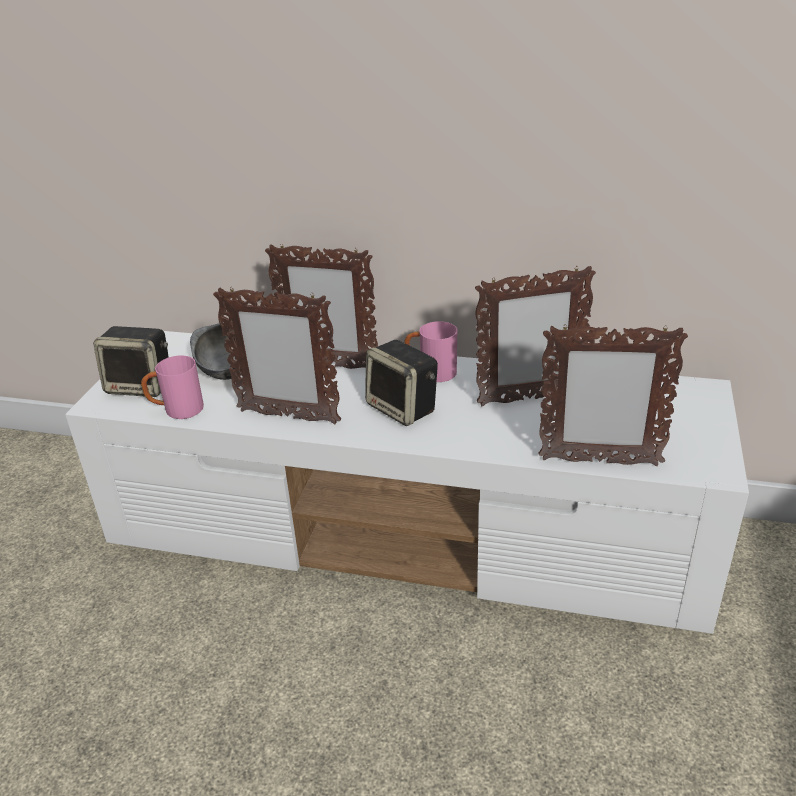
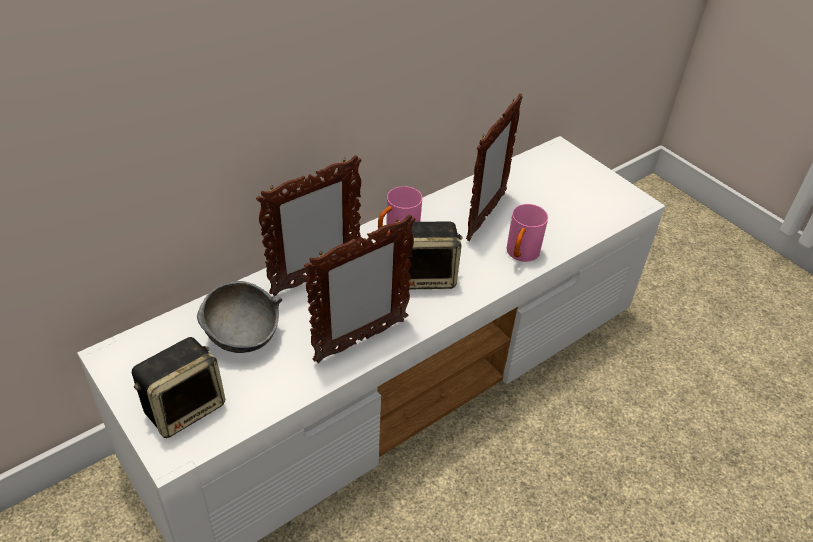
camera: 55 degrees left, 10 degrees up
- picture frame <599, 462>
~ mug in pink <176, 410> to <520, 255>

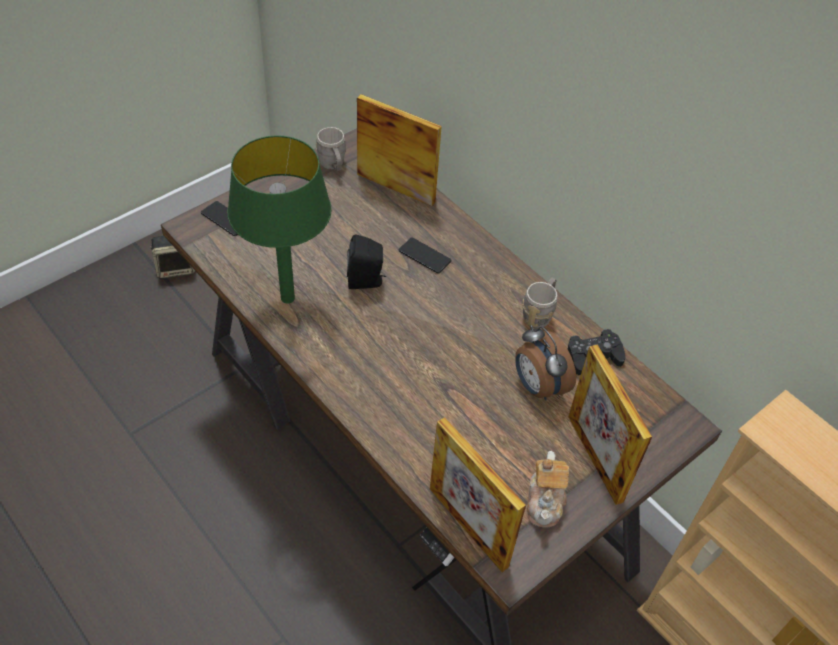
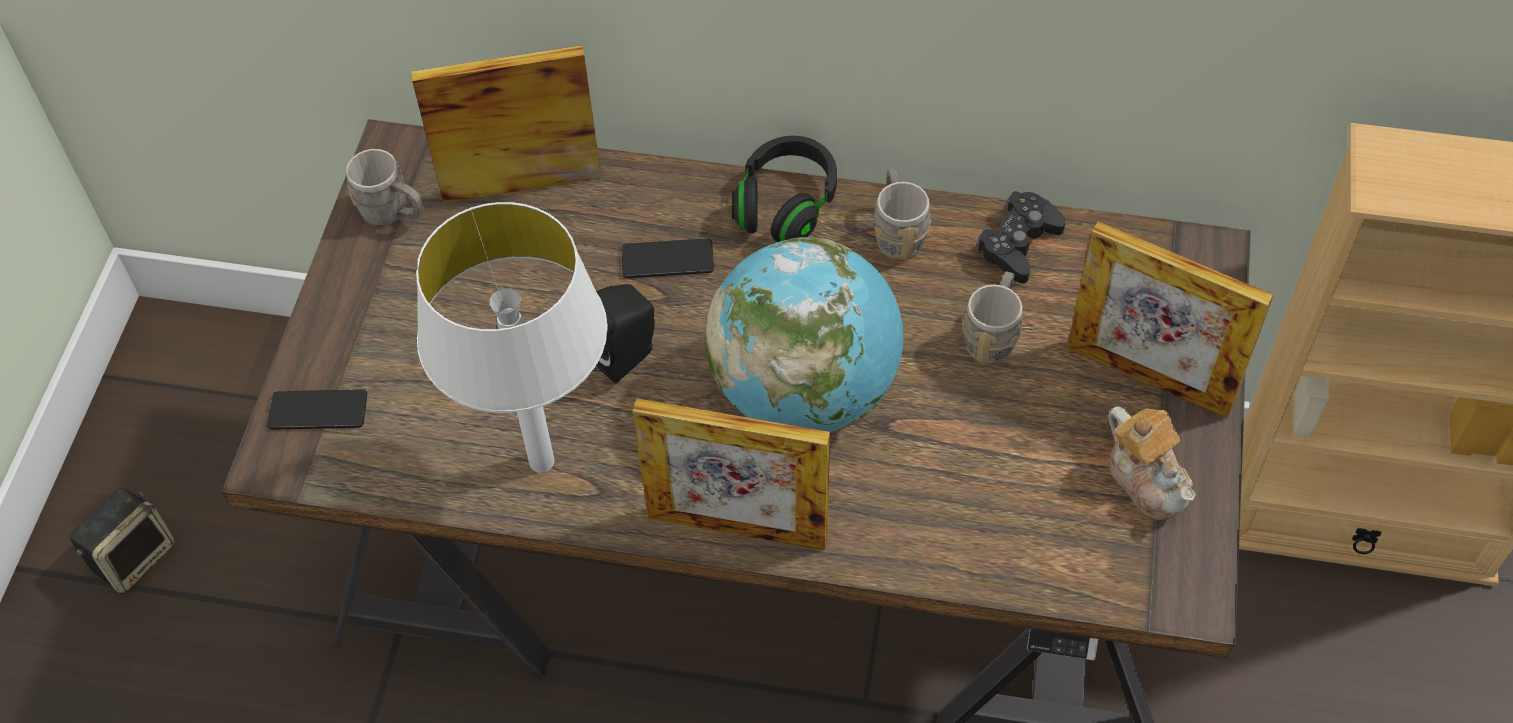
camera: 35 degrees left, 5 degrees up
+ globe <805, 391>
+ headphones in black <785, 205>
~ picture frame <468, 527> to <737, 528>
~ alarm clock <537, 386> to mug in grey <993, 335>
~ table lamp in green <288, 298> to table lamp in white <543, 461>

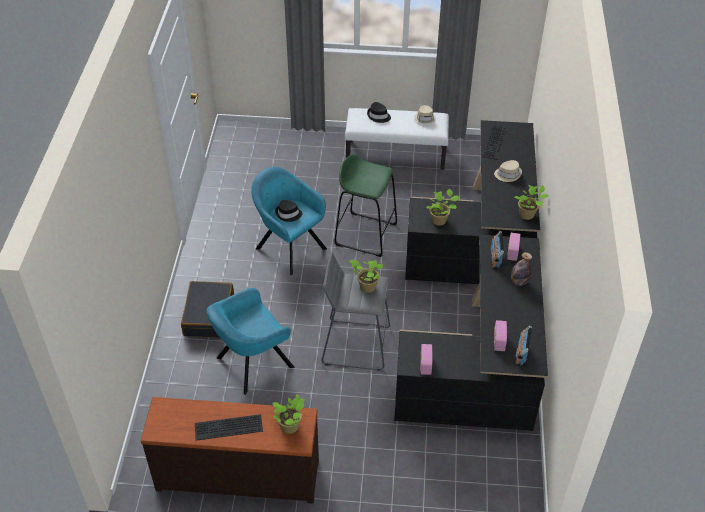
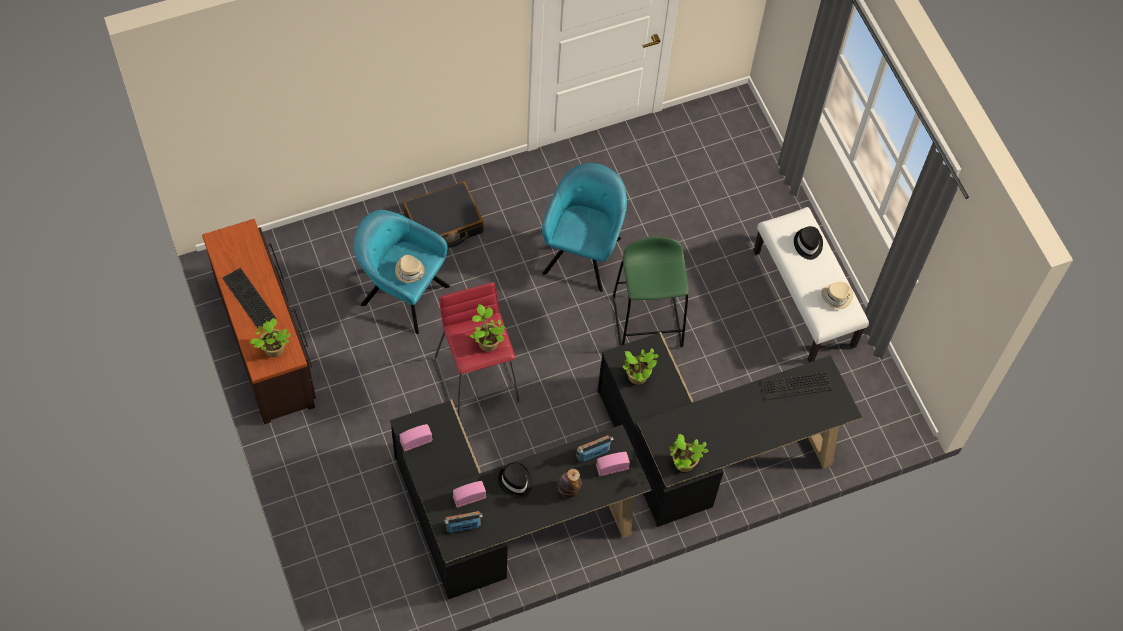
camera: 60 degrees right, 15 degrees up
~ hat in black <288, 214> to <515, 482>
~ hat in beige <508, 174> to <410, 270>
~ stool in grey <355, 344> to stool in red <478, 379>

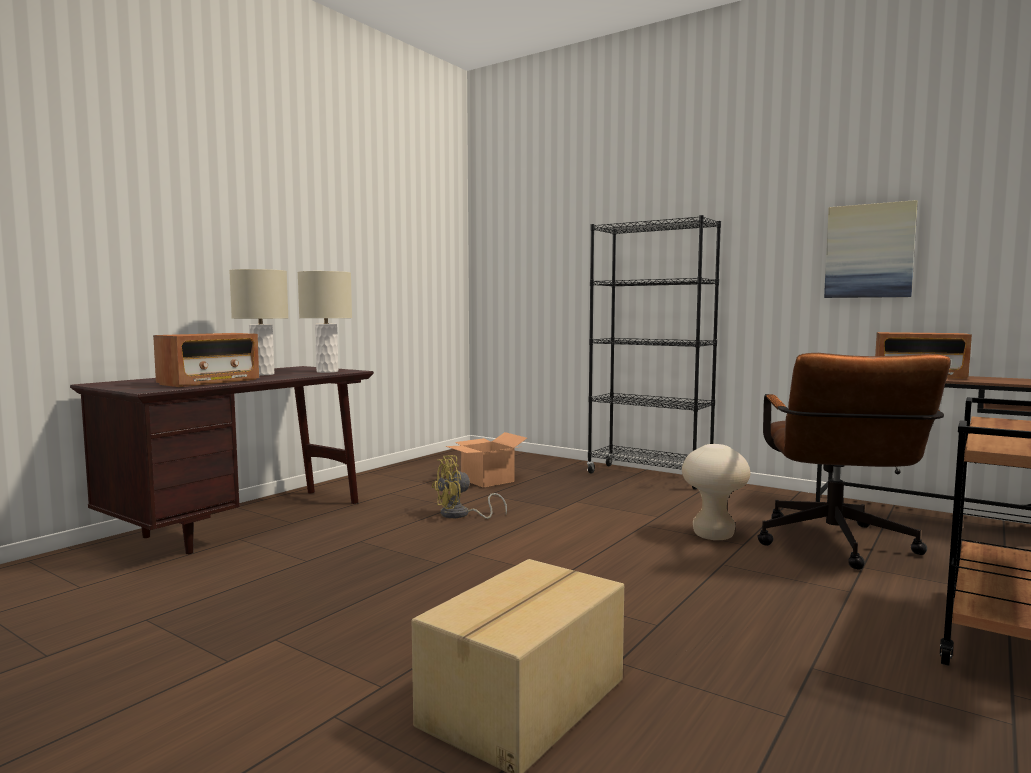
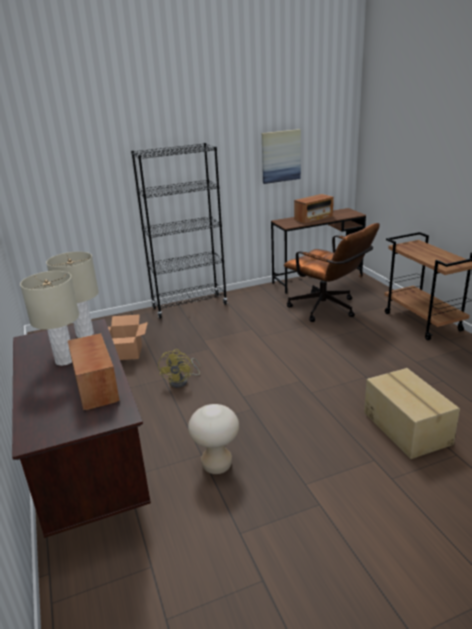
camera: 55 degrees left, 20 degrees up
~ stool in beige <713, 535> to <217, 465>

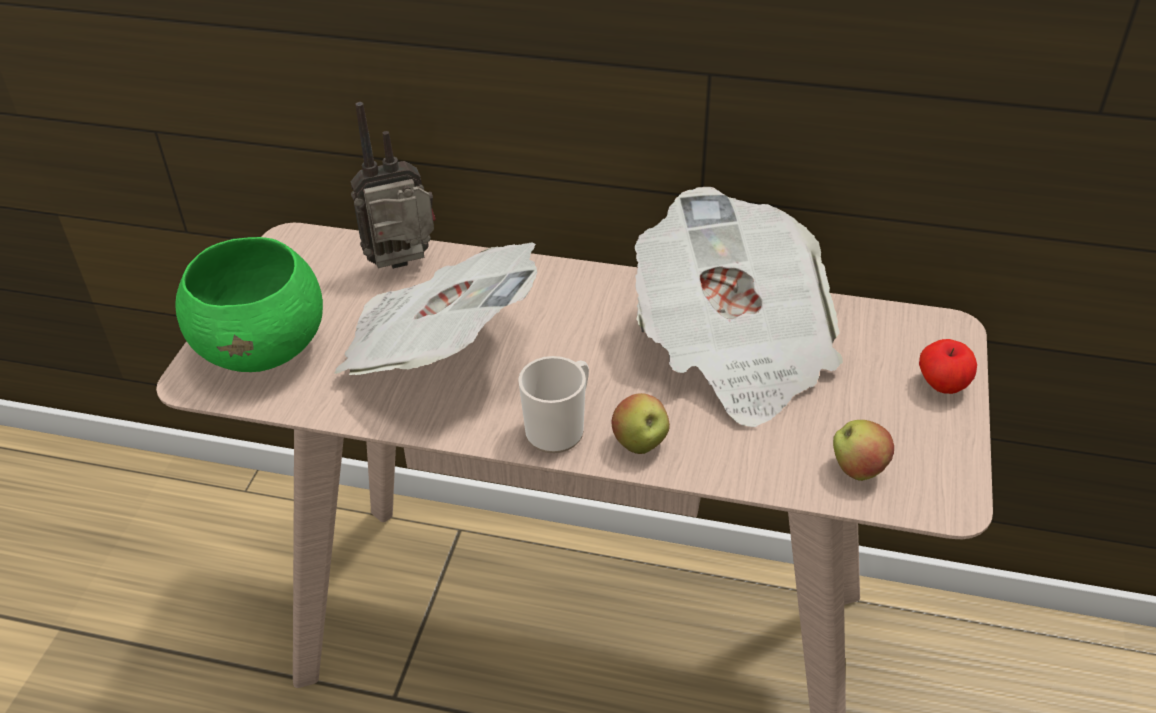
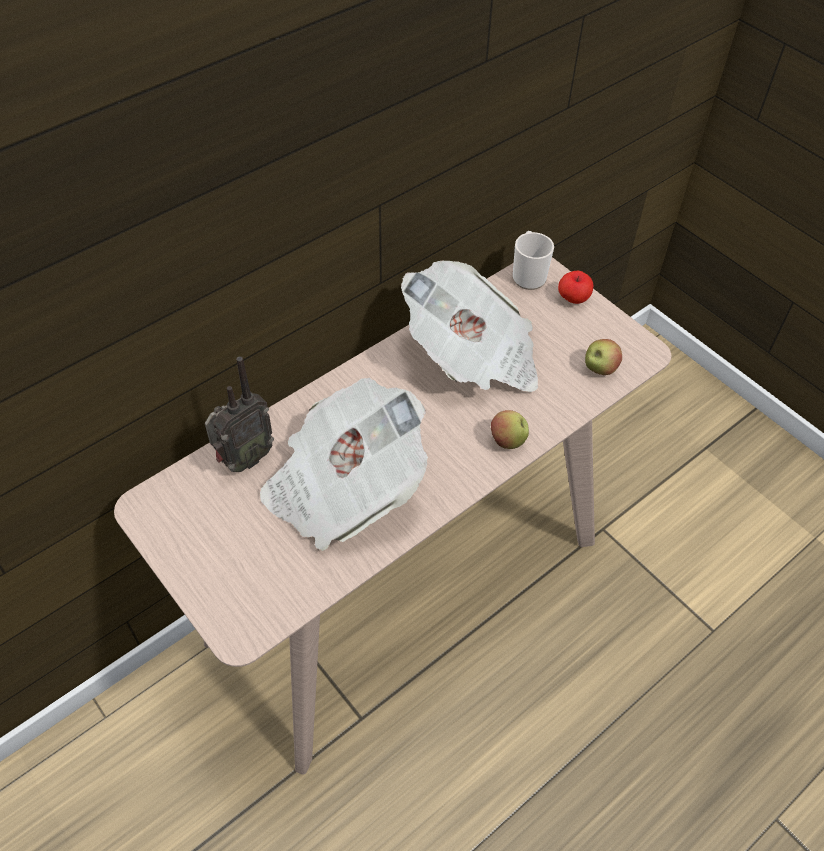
camera: 55 degrees left, 10 degrees up
- bowl in green <264, 347>
~ mug <559, 428> to <528, 275>
~ radio <405, 267> = <243, 460> 150 degrees counterclockwise

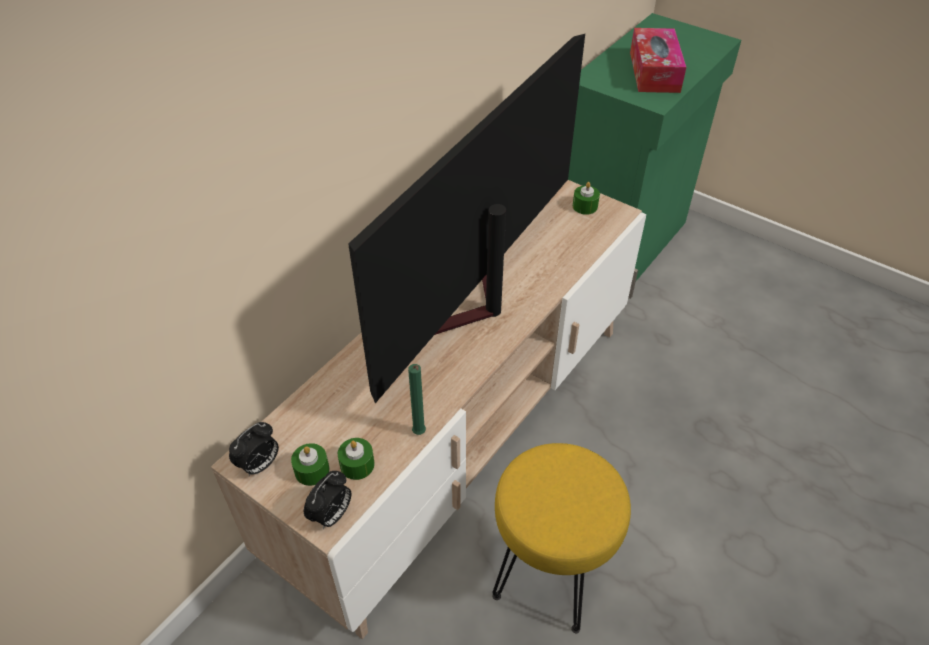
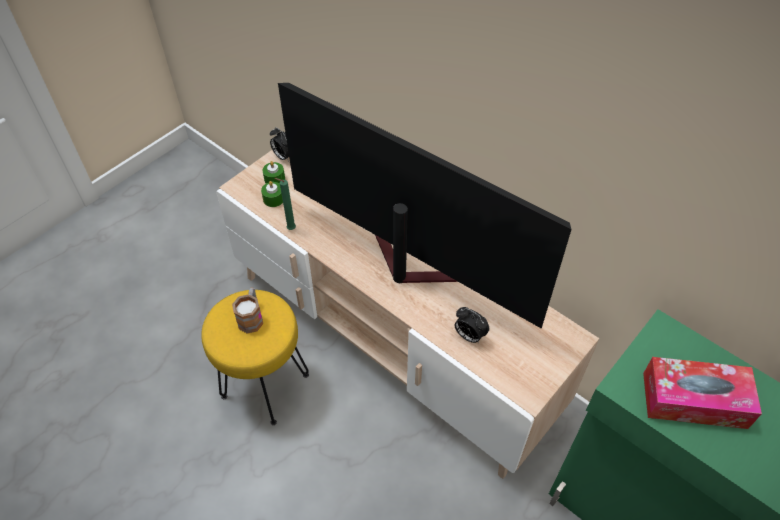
camera: 95 degrees right, 5 degrees up
- candle in green <585, 206>
+ mug <251, 317>
~ alarm clock <331, 515> to <469, 336>

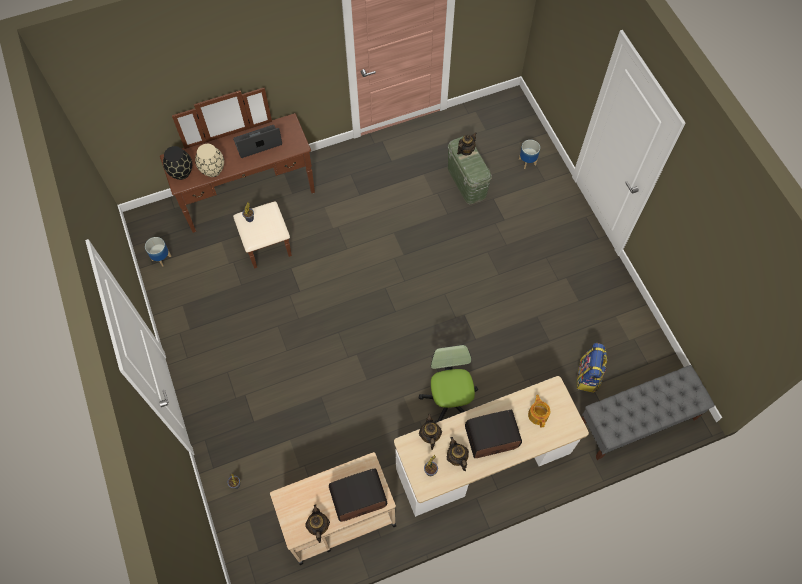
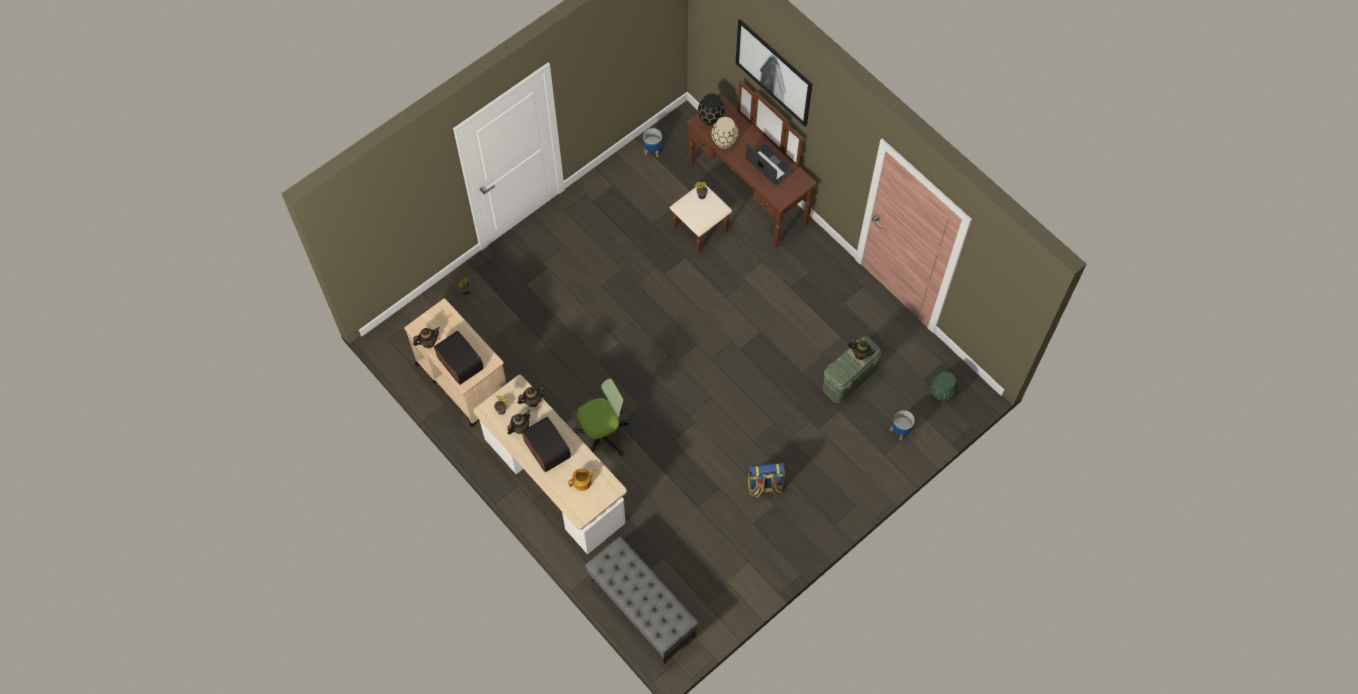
camera: 70 degrees right, 0 degrees up
+ picture <773, 72>
+ vase in green <941, 393>
~ backpack <588, 376> to <764, 486>

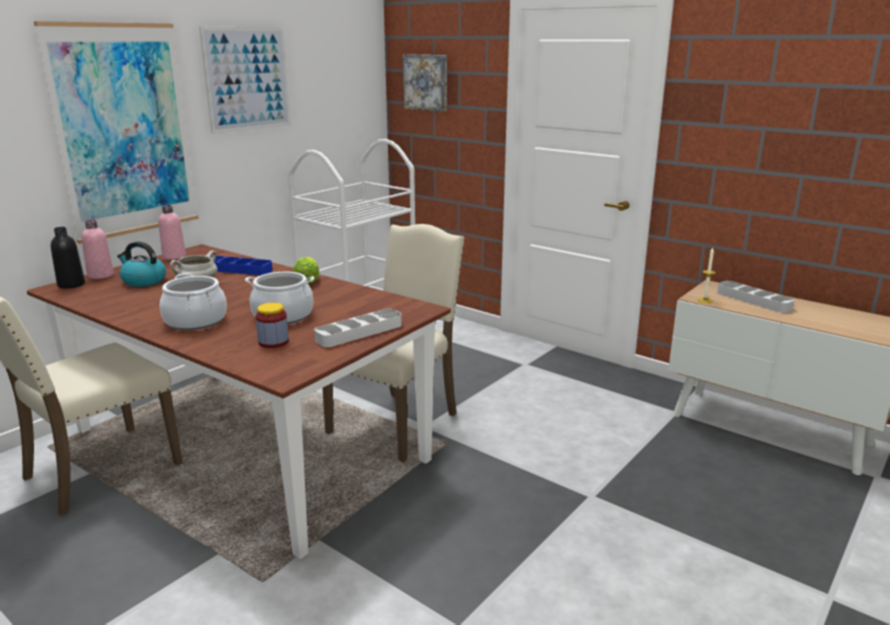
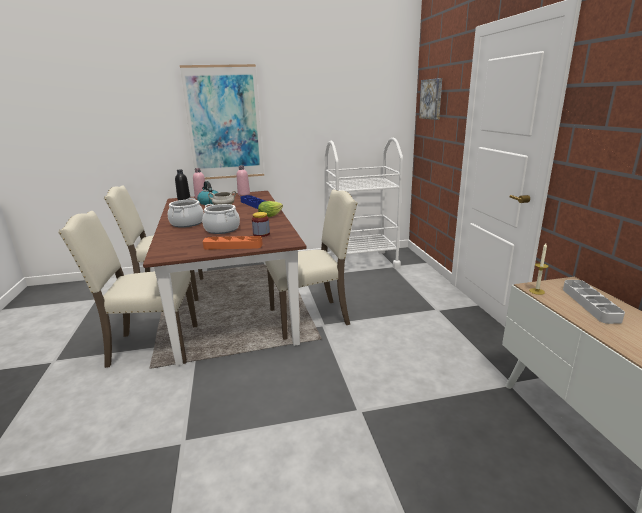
camera: 40 degrees right, 0 degrees up
- picture <247, 79>
+ chair in beige <151, 347>
~ jar <273, 342> to <261, 234>
~ tray in grey <359, 332> to tray in orange <233, 246>

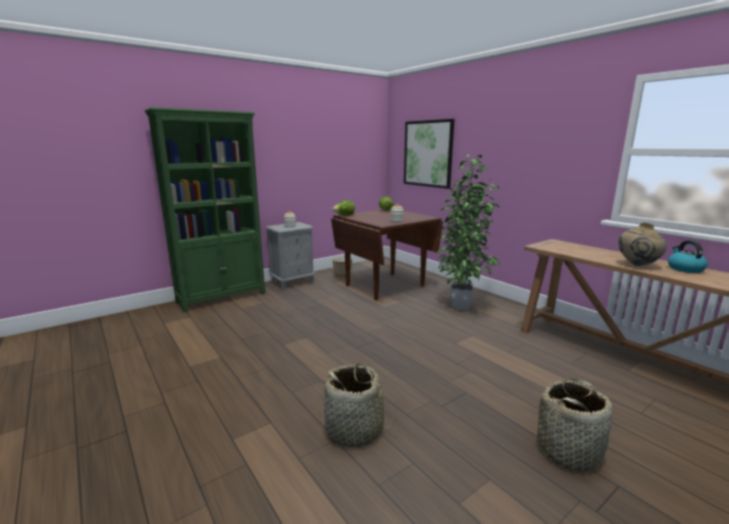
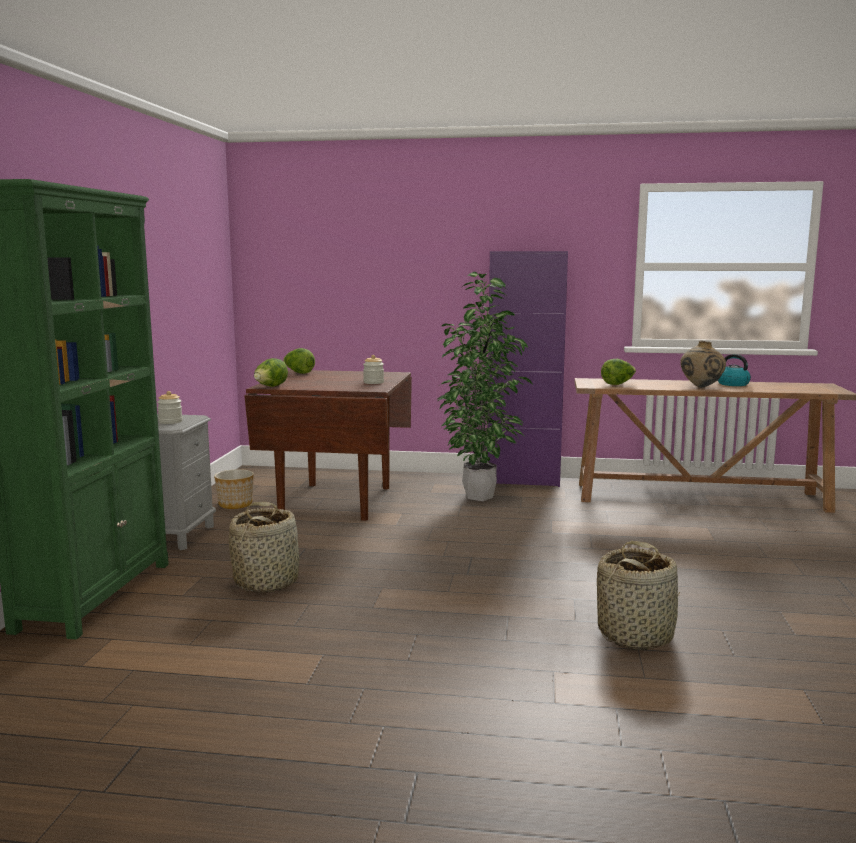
camera: 45 degrees left, 5 degrees down
- picture <428, 153>
+ cabinet in purple <523, 481>
+ lettuce <618, 384>
~ basket <569, 450> to <267, 581>

